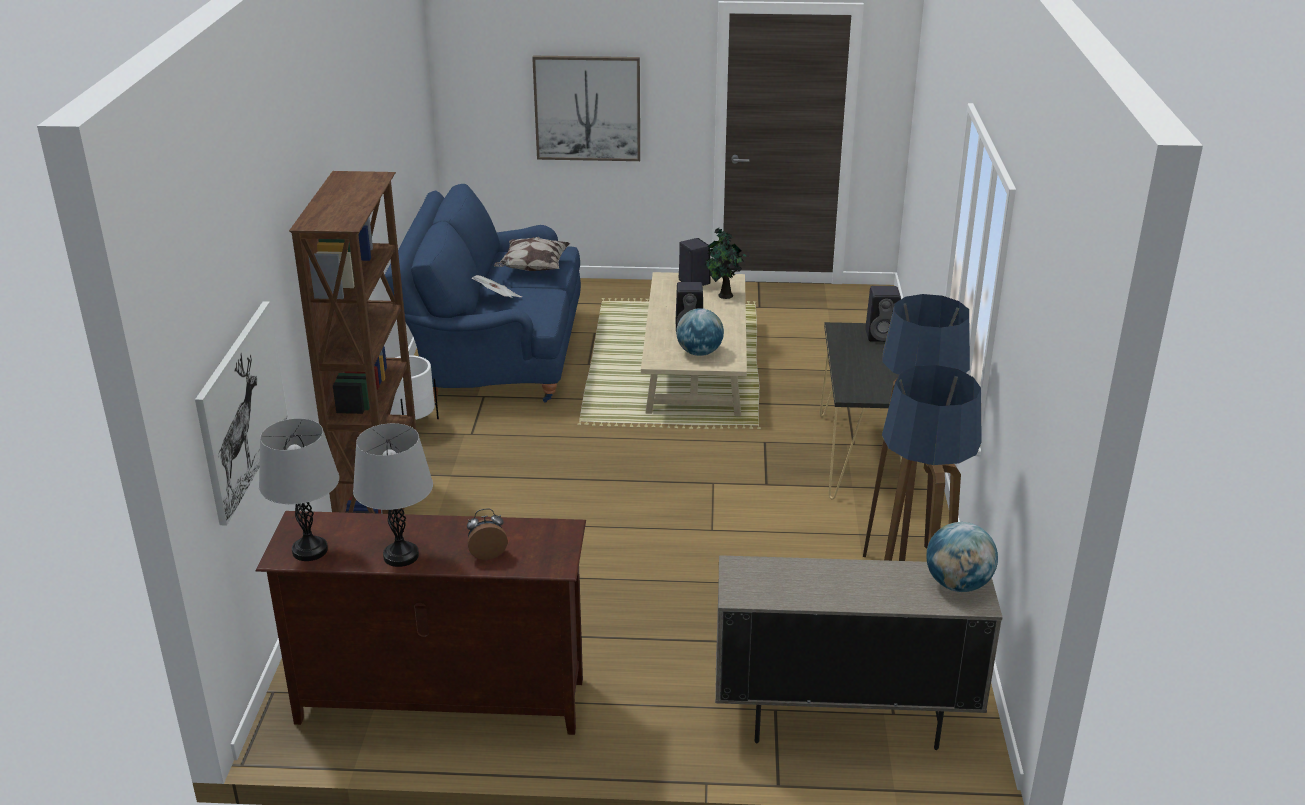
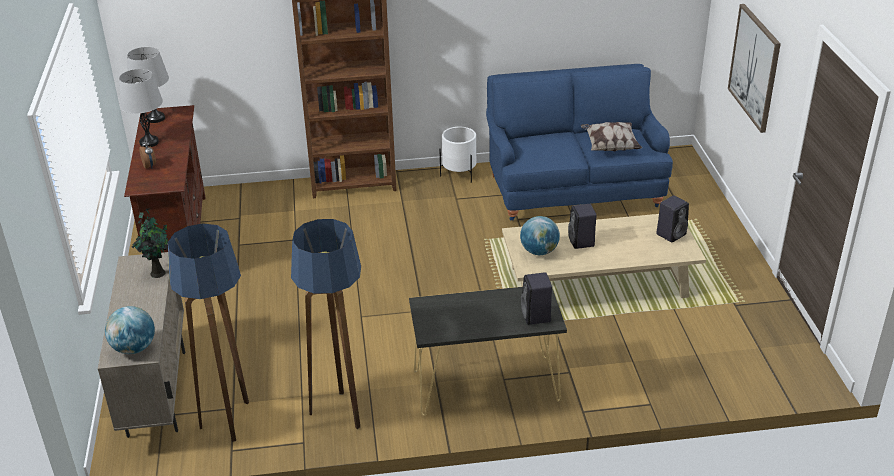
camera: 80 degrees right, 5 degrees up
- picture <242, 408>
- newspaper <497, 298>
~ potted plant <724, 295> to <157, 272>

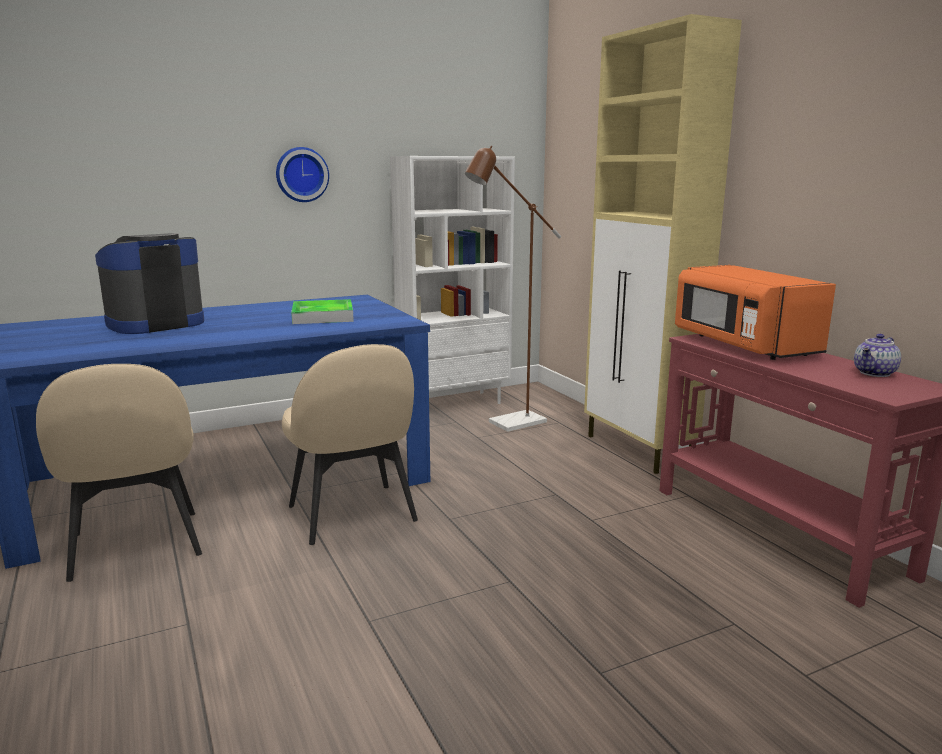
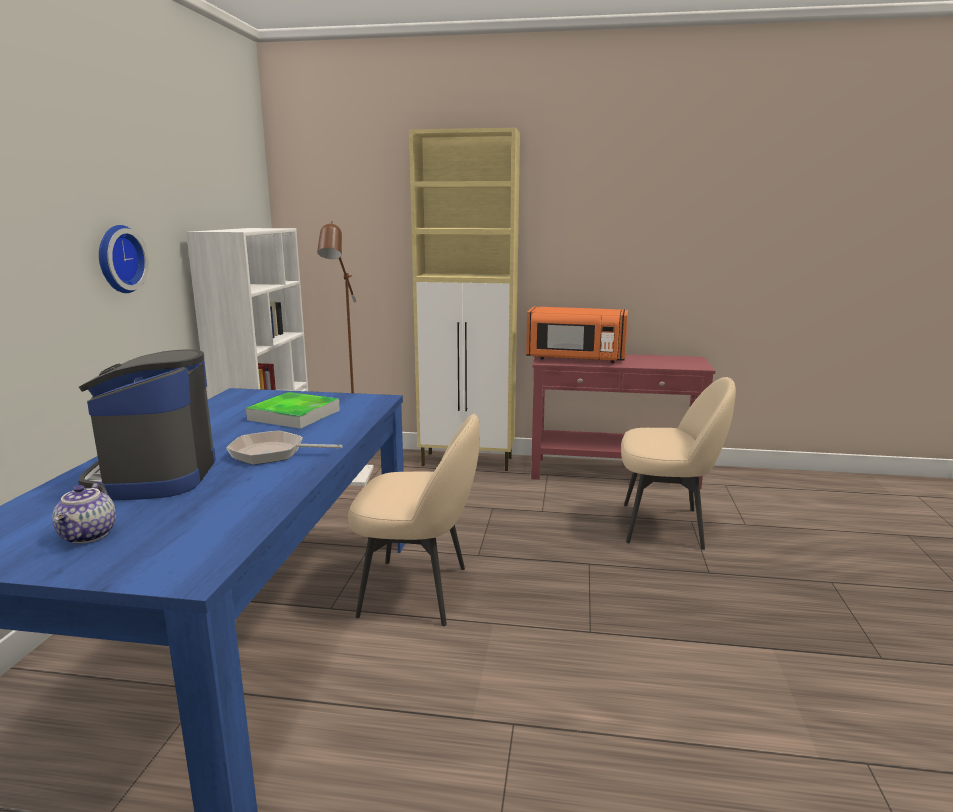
camera: 55 degrees left, 0 degrees up
+ frying pan <272, 453>
~ chair in beige <136, 547> to <665, 526>
~ teapot <875, 373> to <89, 535>

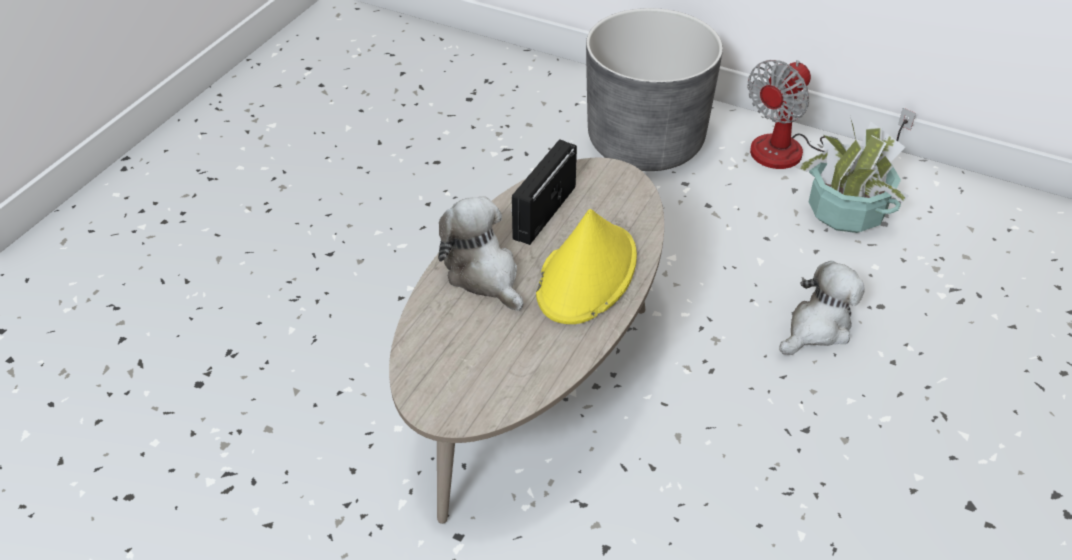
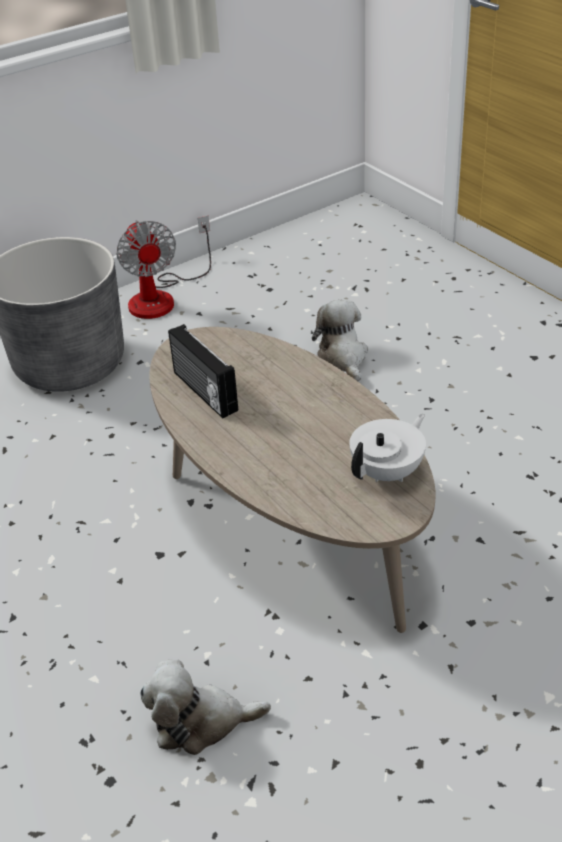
camera: 60 degrees left, 5 degrees down
- hat in yellow <587, 274>
- potted plant <846, 211>
+ teapot in white <388, 472>
~ plush toy <484, 275> to <200, 722>

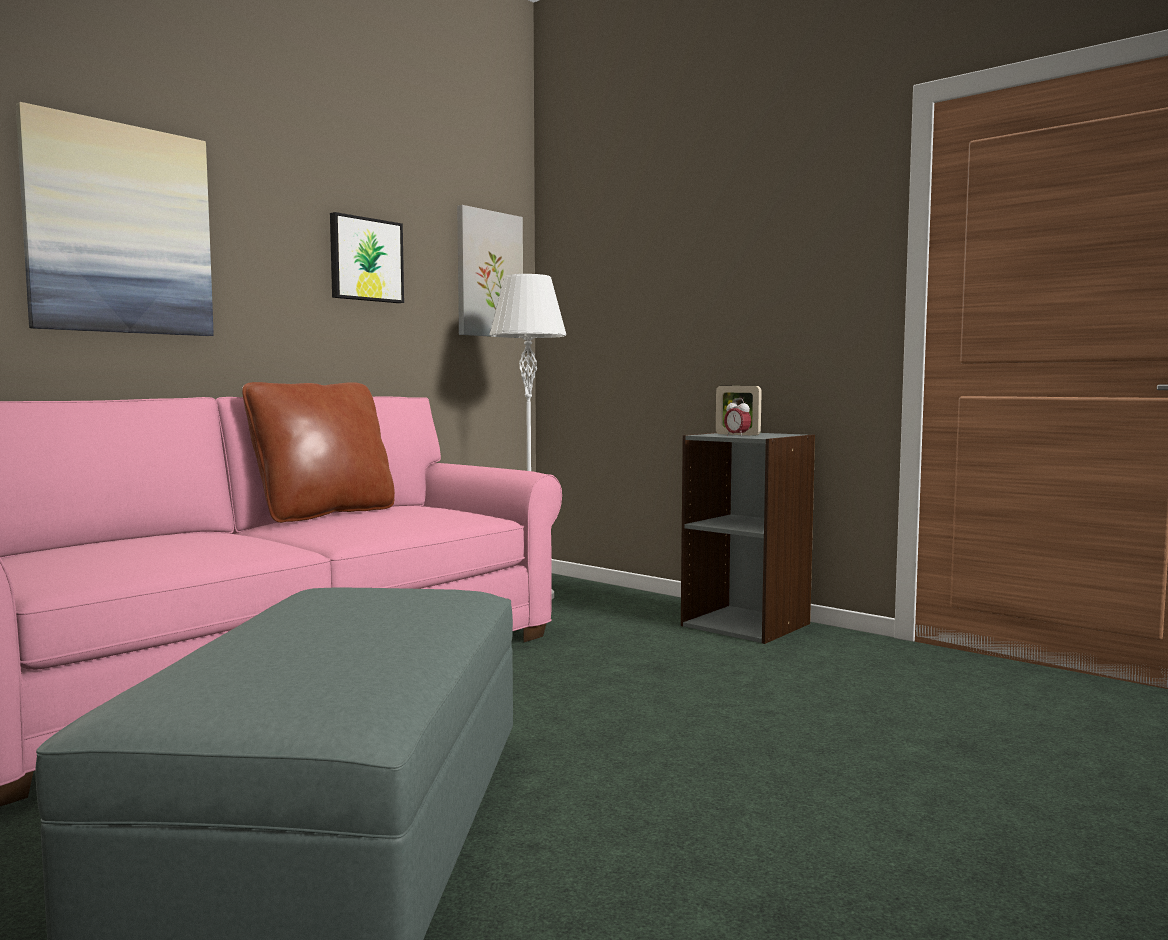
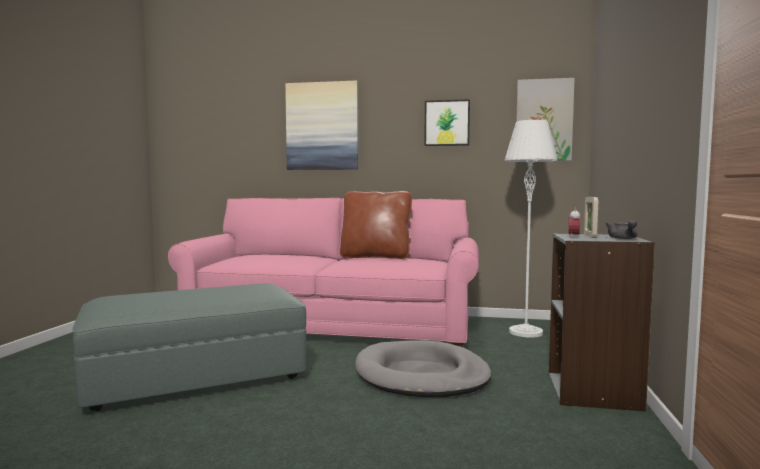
camera: 60 degrees right, 0 degrees up
+ dog bed in grey <421, 375>
+ teapot in grey <623, 238>

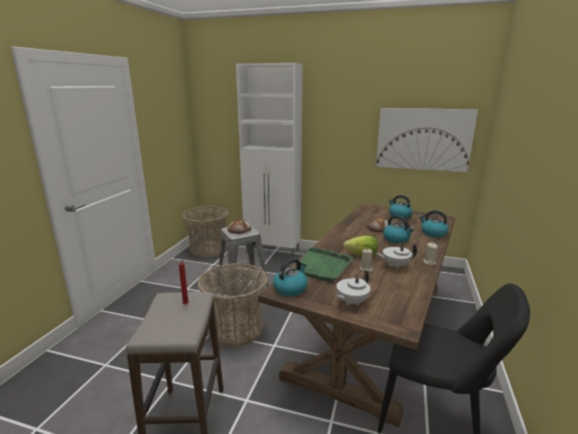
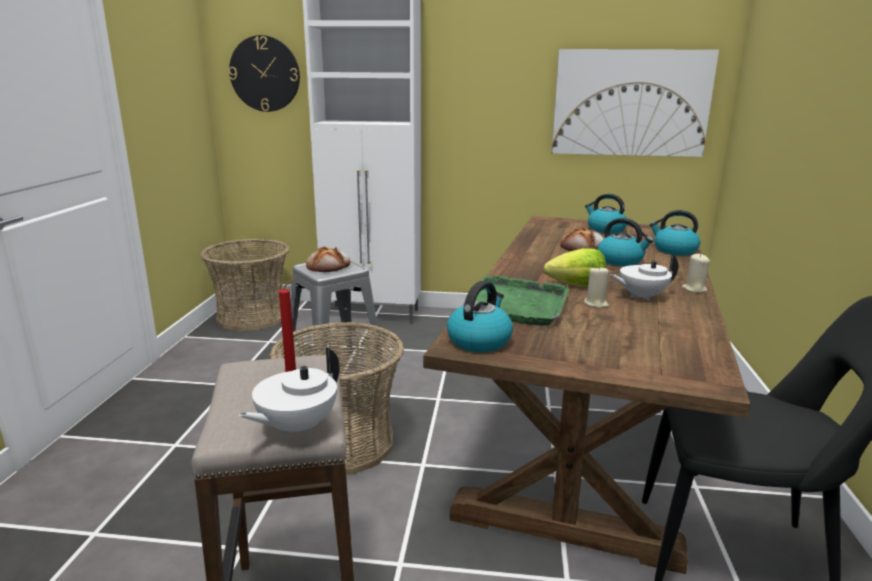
camera: 10 degrees left, 0 degrees up
+ wall clock <265, 74>
~ teapot in white <351, 302> to <296, 427>

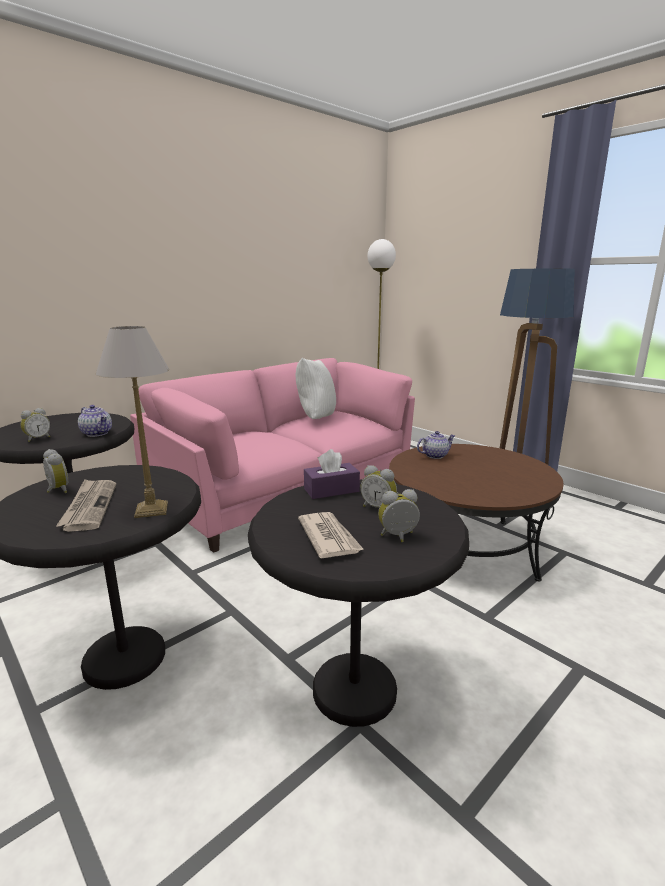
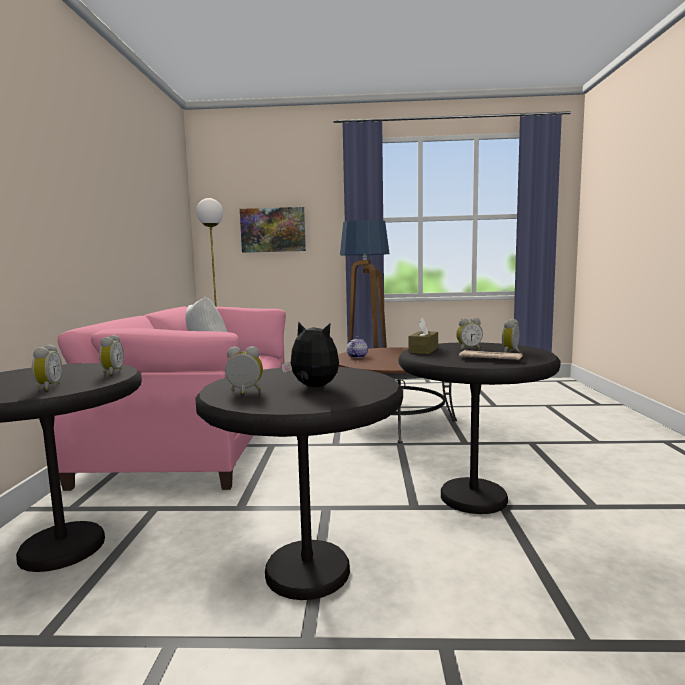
camera: 45 degrees left, 10 degrees down
- table lamp <152, 510>
+ picture <273, 230>
~ newspaper <89, 506> to plush toy <313, 387>
~ teapot <97, 433> to alarm clock <111, 372>
~ tissue box in purple <331, 490> to tissue box in brown <423, 350>

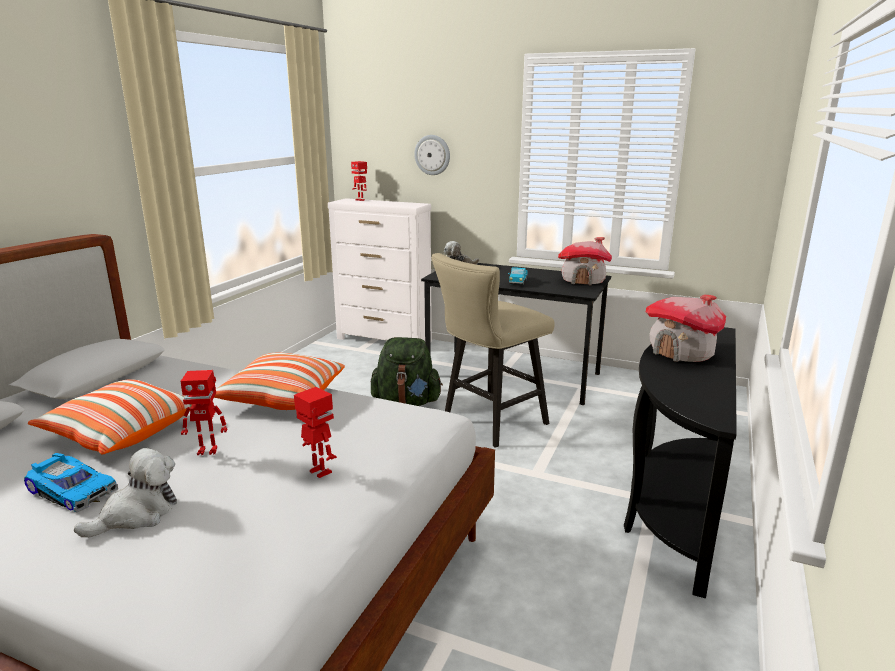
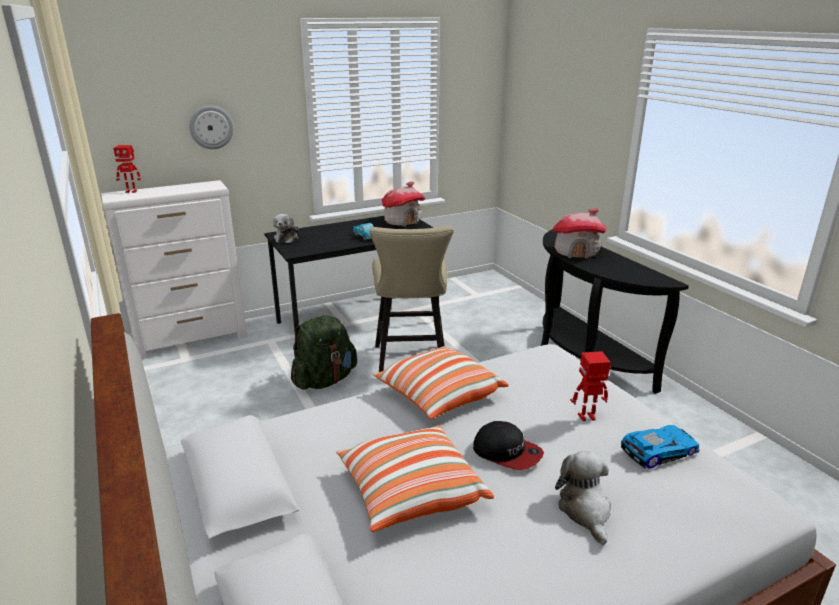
camera: 50 degrees left, 5 degrees up
~ toy car <74, 490> to <657, 450>
~ toy robot <208, 450> to cap <507, 452>

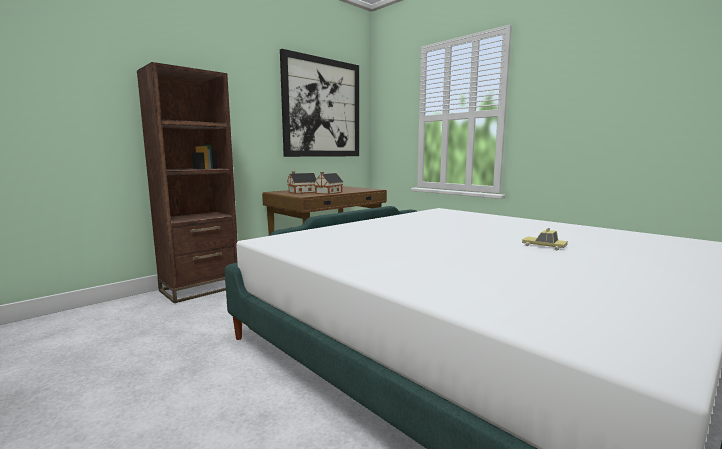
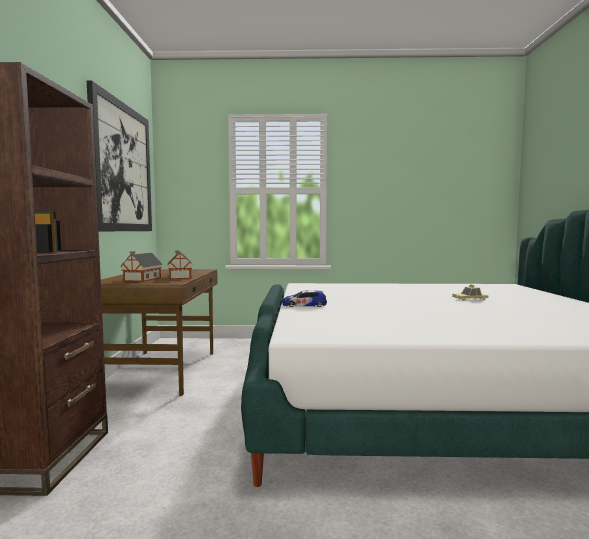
camera: 45 degrees left, 5 degrees down
+ toy car <304, 305>

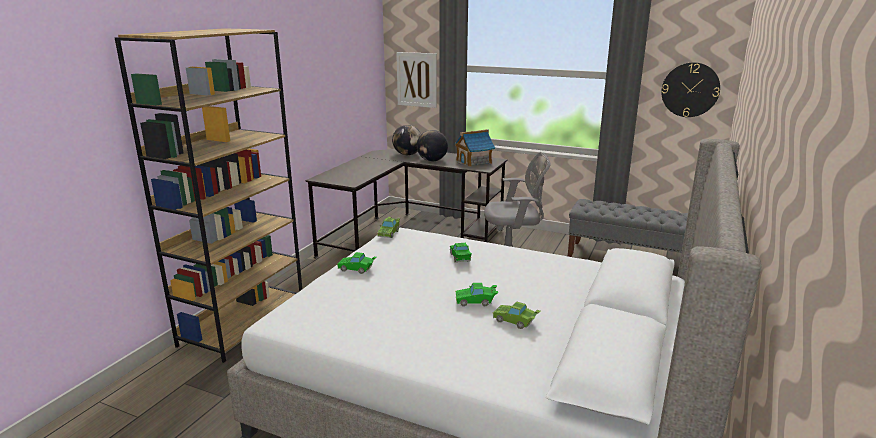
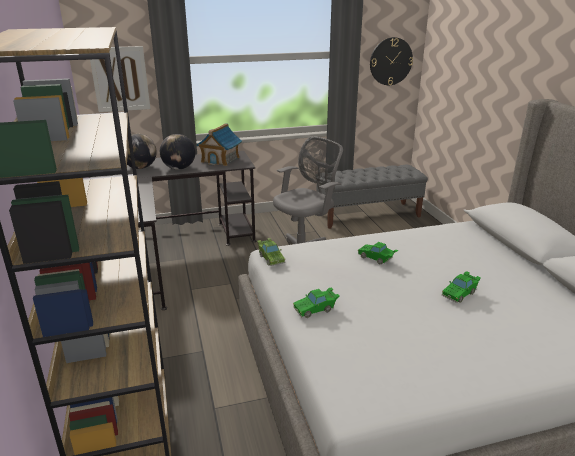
camera: 40 degrees left, 5 degrees up
- toy car in green <516, 322>

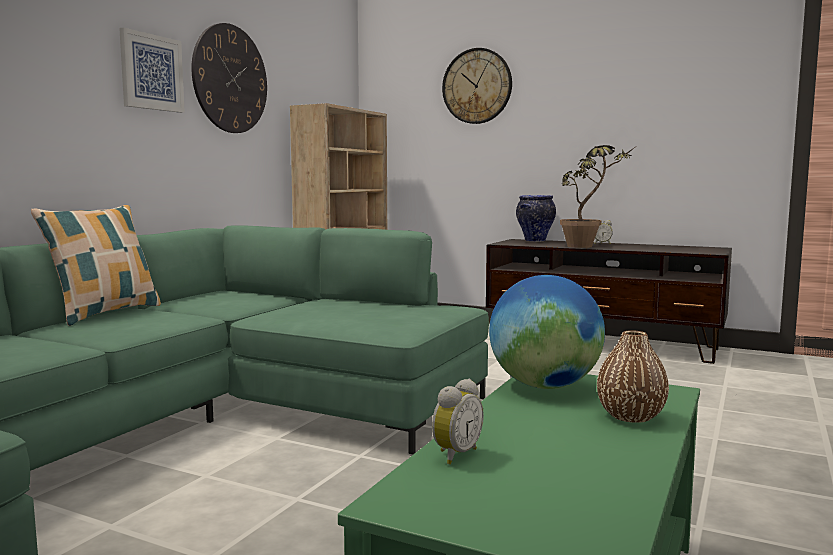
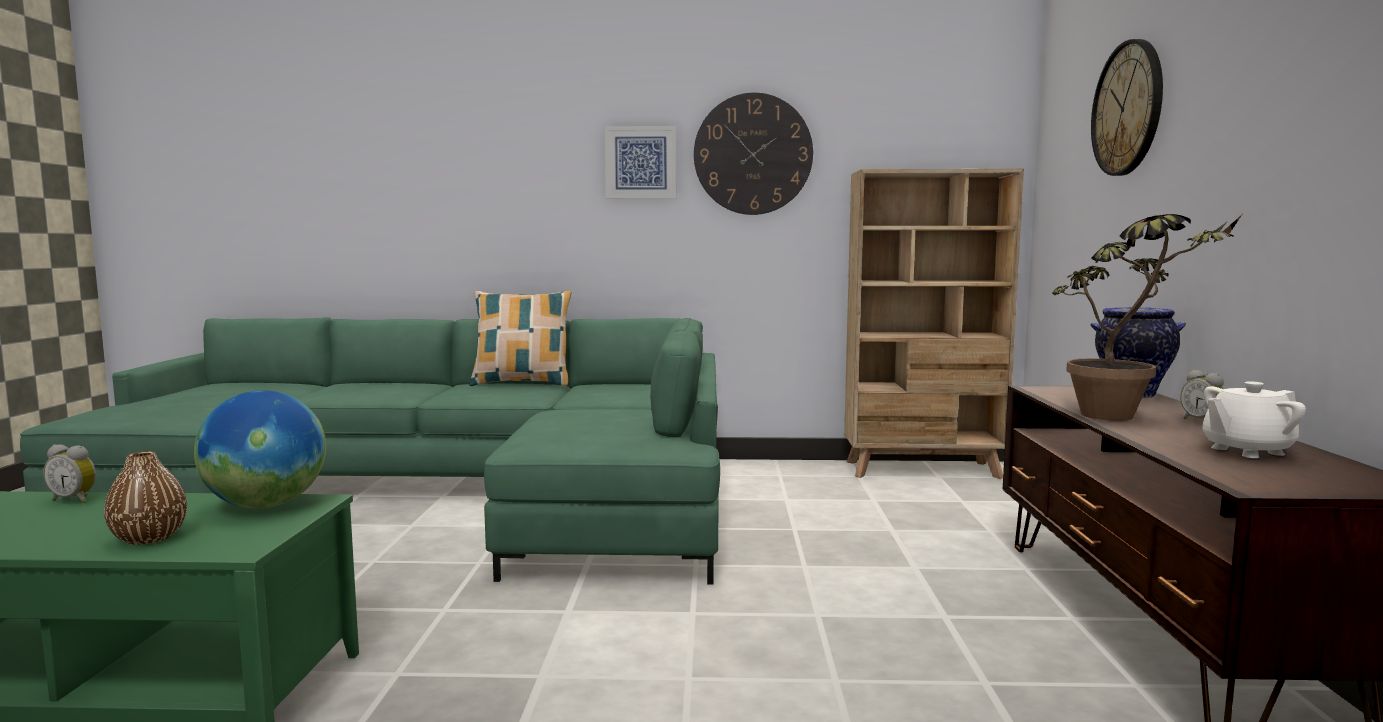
camera: 65 degrees right, 0 degrees up
+ teapot in white <1246, 451>

